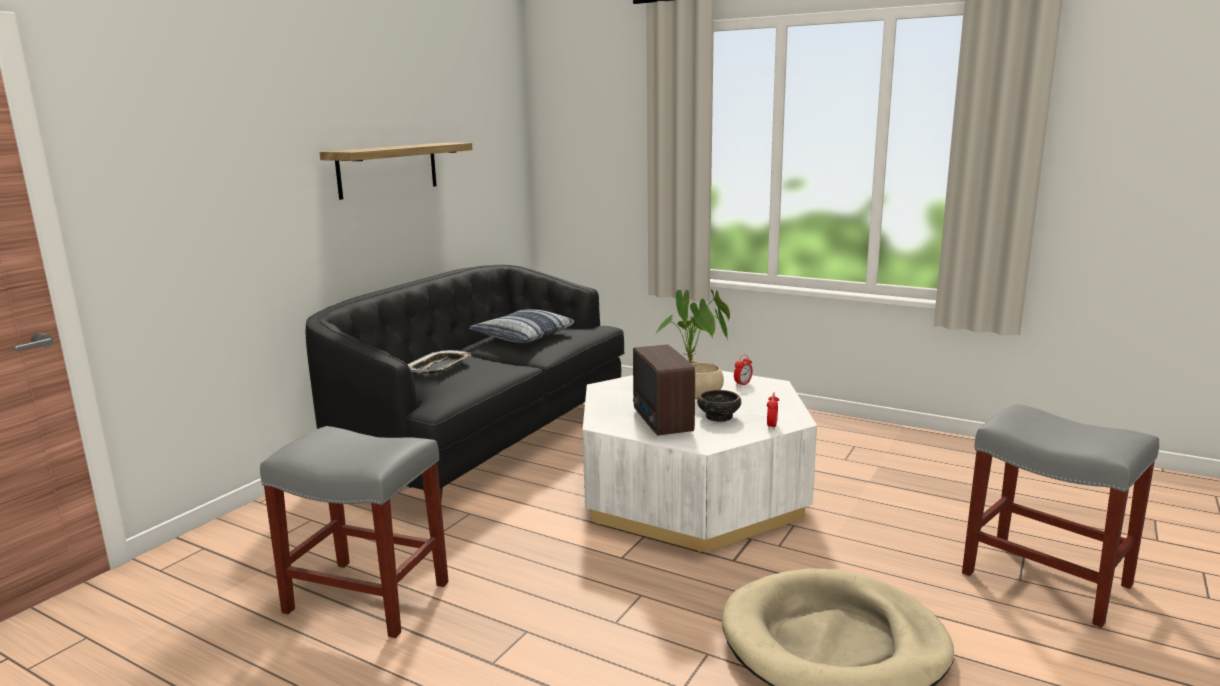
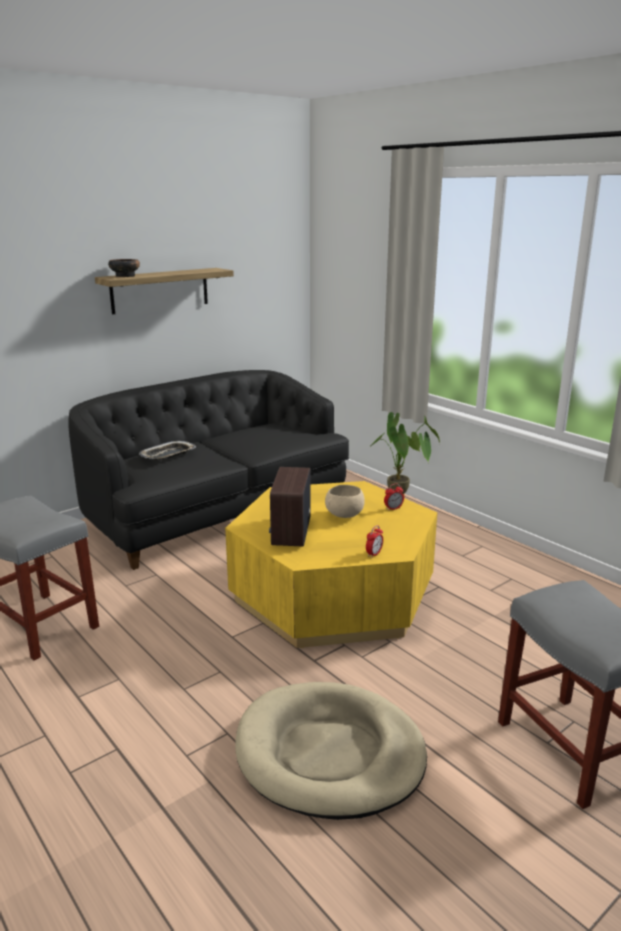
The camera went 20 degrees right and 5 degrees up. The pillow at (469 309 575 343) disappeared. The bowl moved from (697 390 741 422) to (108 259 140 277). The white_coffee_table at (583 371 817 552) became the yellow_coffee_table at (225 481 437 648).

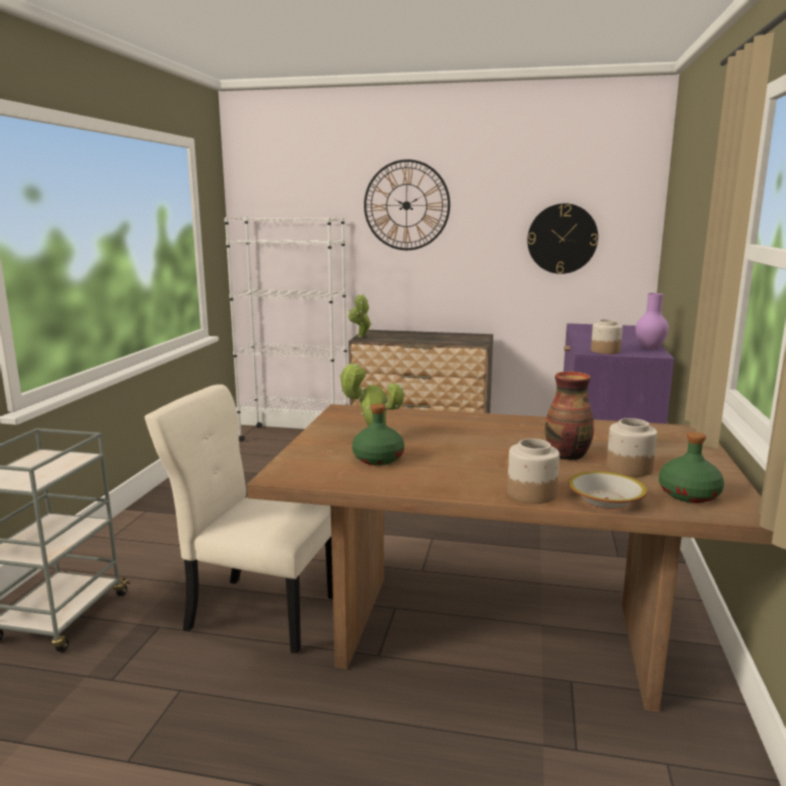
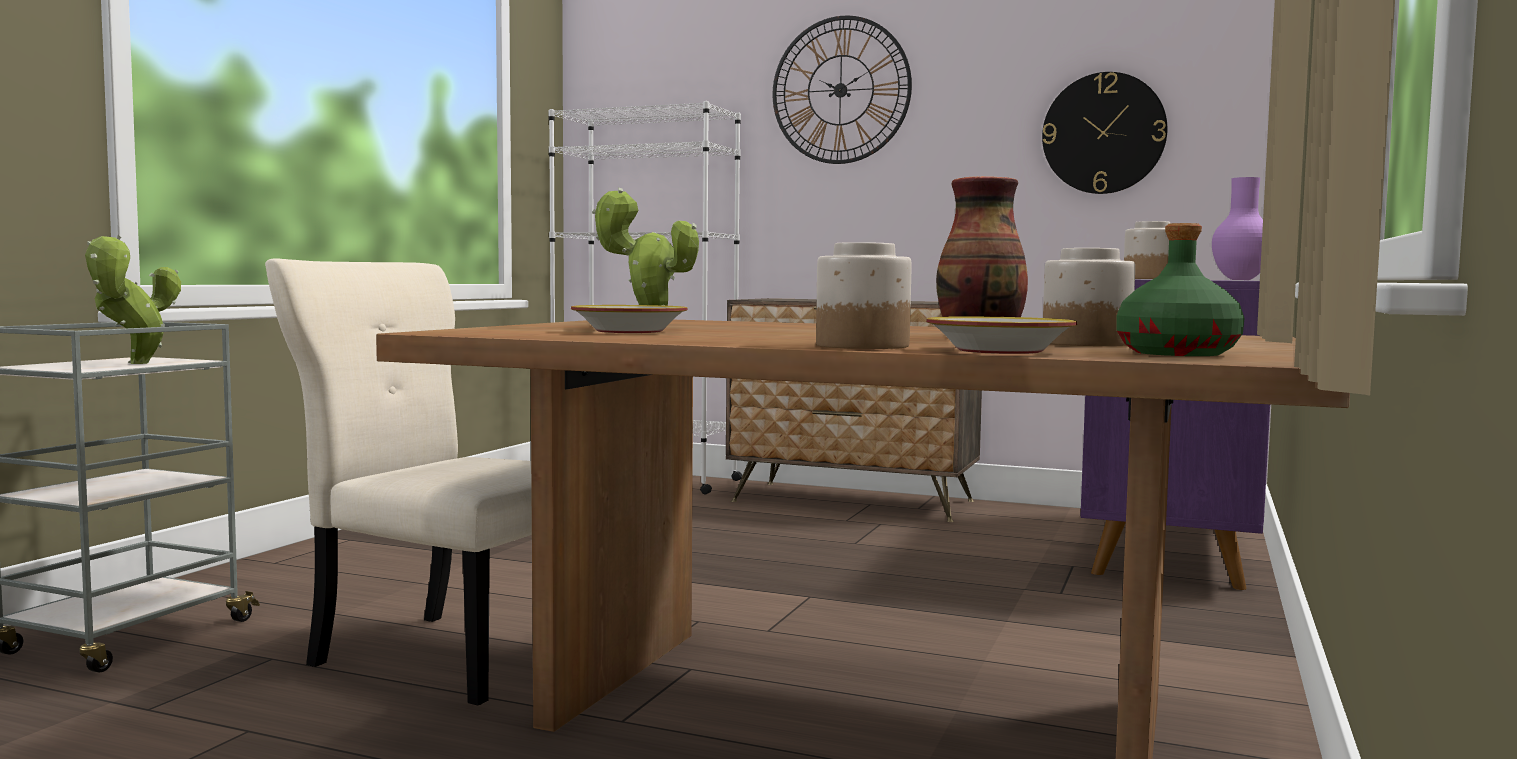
The camera went 10 degrees right and 10 degrees down. The potted_plant moved from (348 294 372 337) to (85 235 181 364). The green_bottle at (352 404 404 465) was replaced by the bowl at (571 305 688 333).

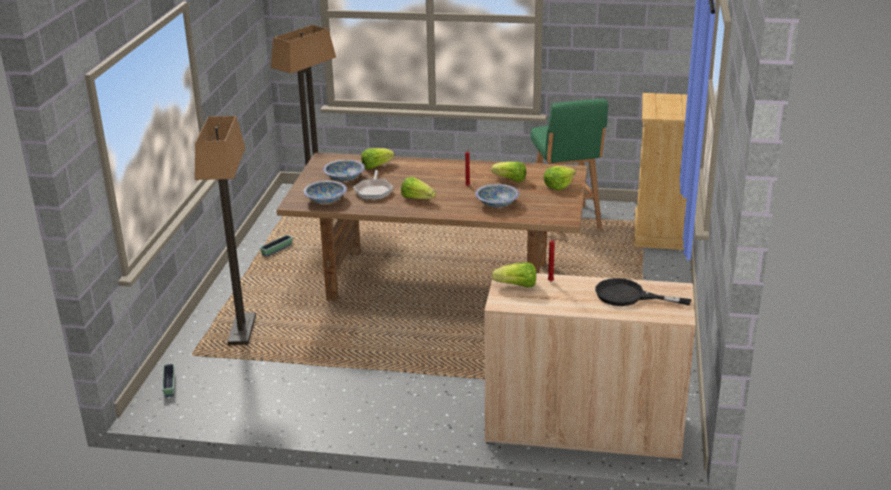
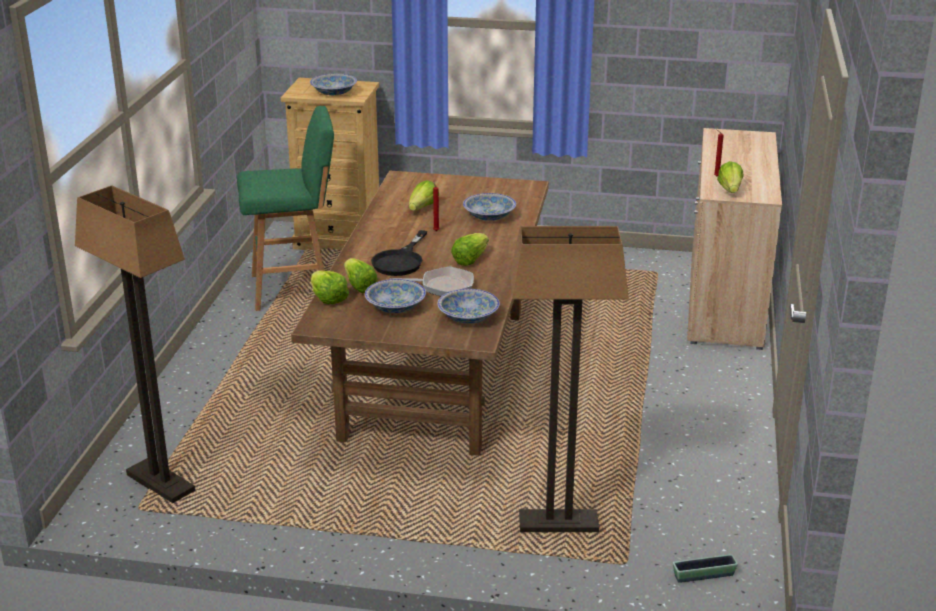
The camera went 90 degrees left and 0 degrees up. The planter at (260 235 293 257) disappeared. The bowl at (310 74 357 95) appeared. The lettuce moved from (543 166 576 190) to (311 270 349 304). The black_frying_pan moved from (595 278 691 306) to (371 230 427 276).

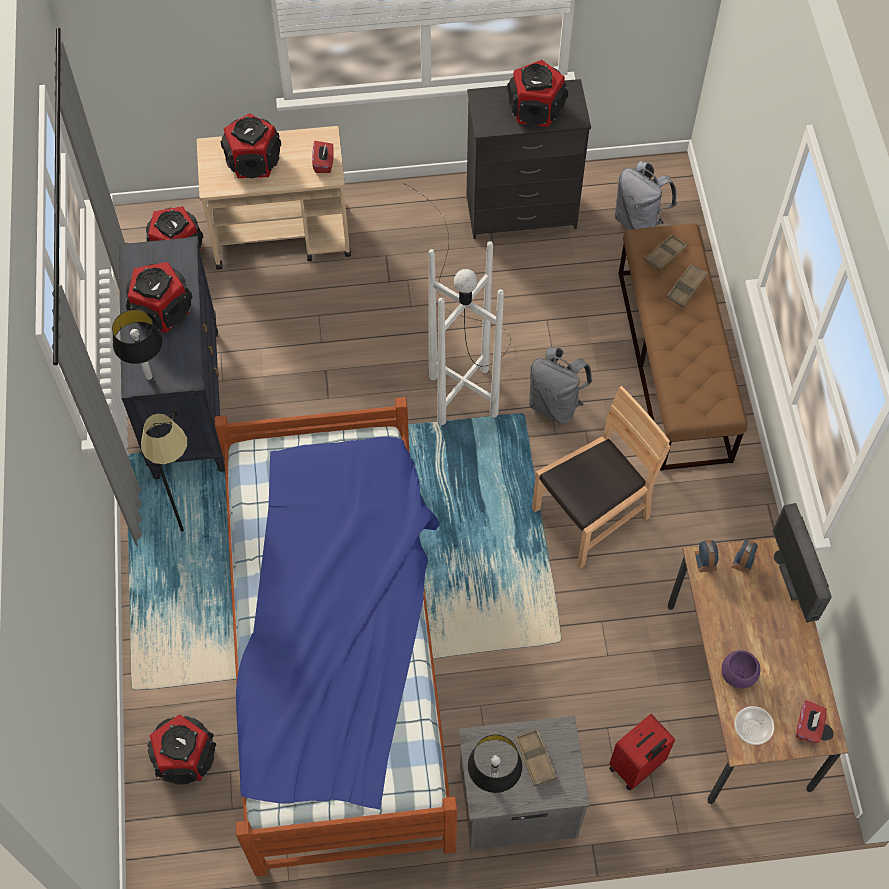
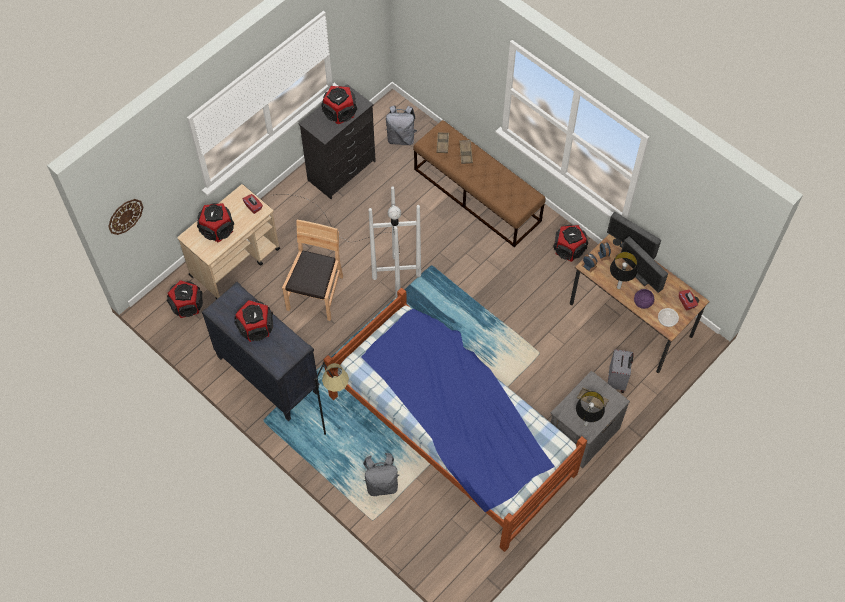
The camera went 40 degrees left and 0 degrees up. The wall_clock at (108 199 144 235) appeared. The monitor at (621 236 668 293) appeared. The table_lamp moved from (112 310 163 380) to (610 252 638 289). The speaker moved from (148 714 216 785) to (553 225 588 262). The grey_backpack moved from (529 347 592 424) to (363 453 399 496). The brown_chair moved from (532 386 671 569) to (282 220 343 321). The red_suitcase at (609 714 675 791) became the grey_suitcase at (608 349 634 393).

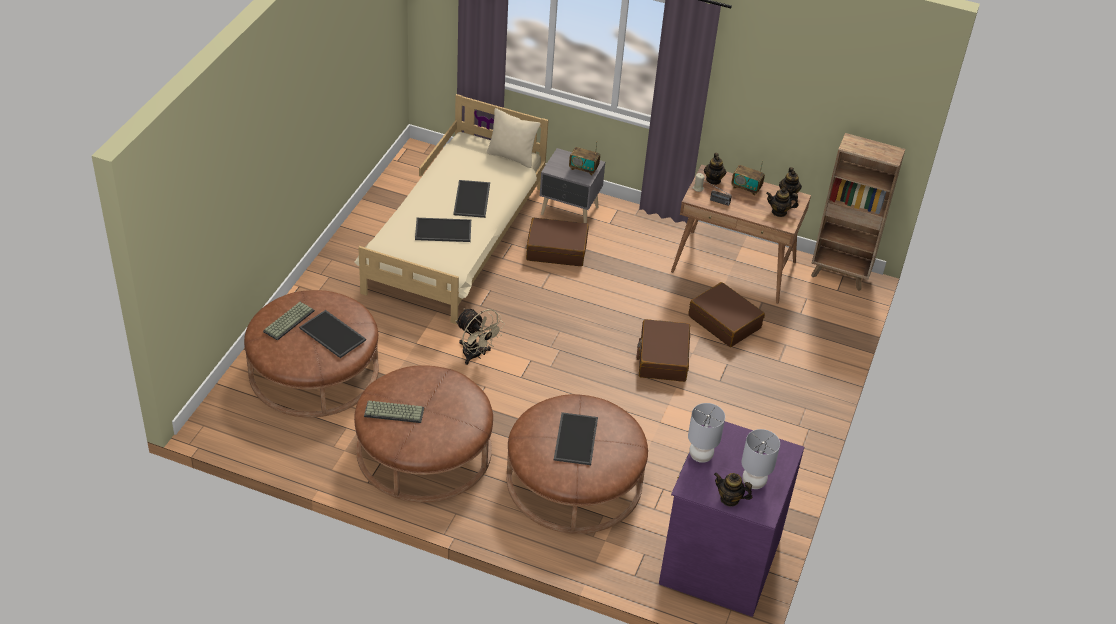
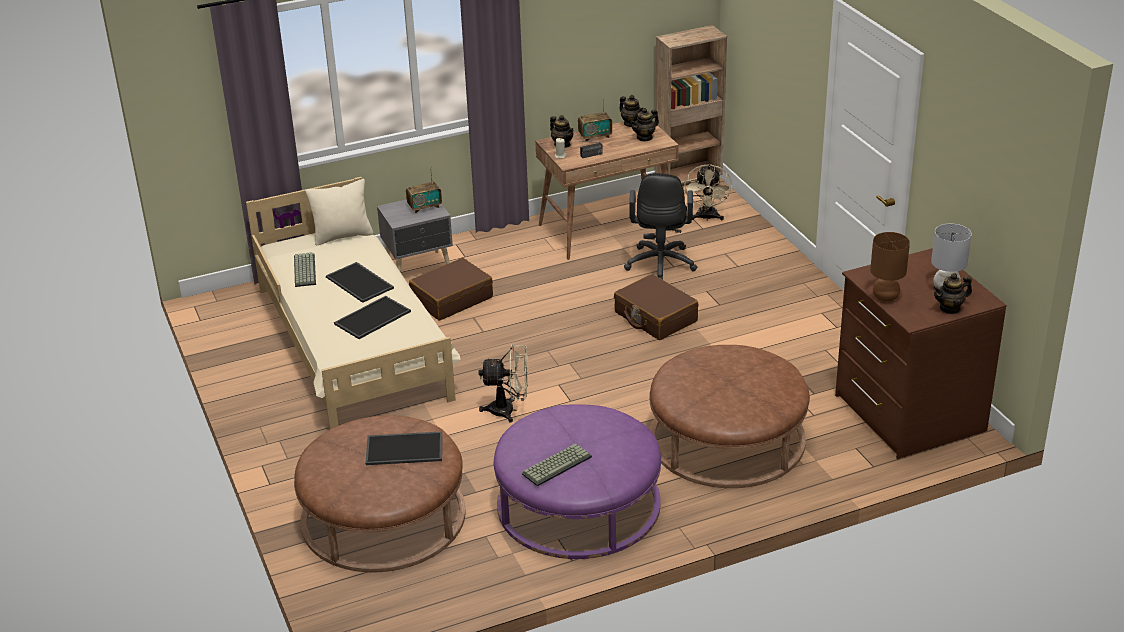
The camera went 40 degrees left and 10 degrees down. The tray at (554 412 598 465) disappeared. The beige_fan at (684 164 732 221) appeared. The keyboard moved from (263 302 315 341) to (294 252 316 287). The brown_suitcase at (688 282 765 347) was replaced by the black_office_chair at (624 173 697 280). The brown_ottoman at (354 365 493 502) became the purple_ottoman at (494 404 661 559). The purple_dresser at (659 422 804 617) became the brown_dresser at (835 248 1007 459). The grey_table_lamp at (688 403 725 463) became the brown_table_lamp at (870 232 910 302).

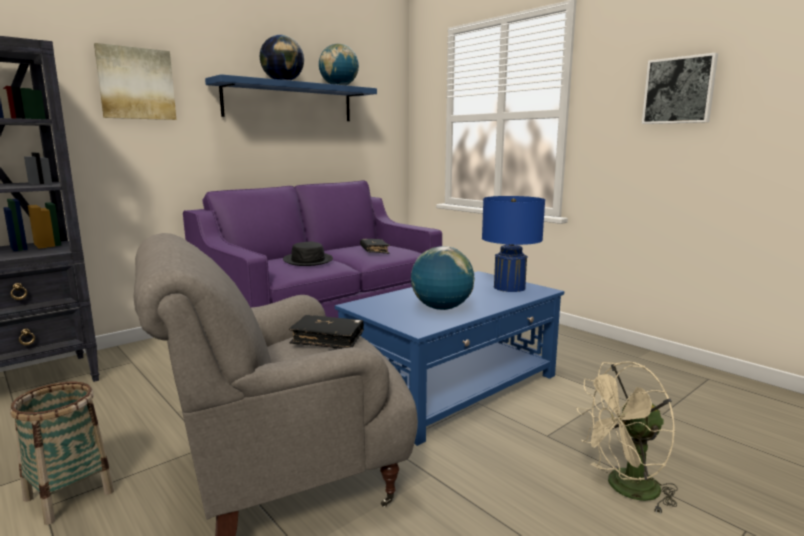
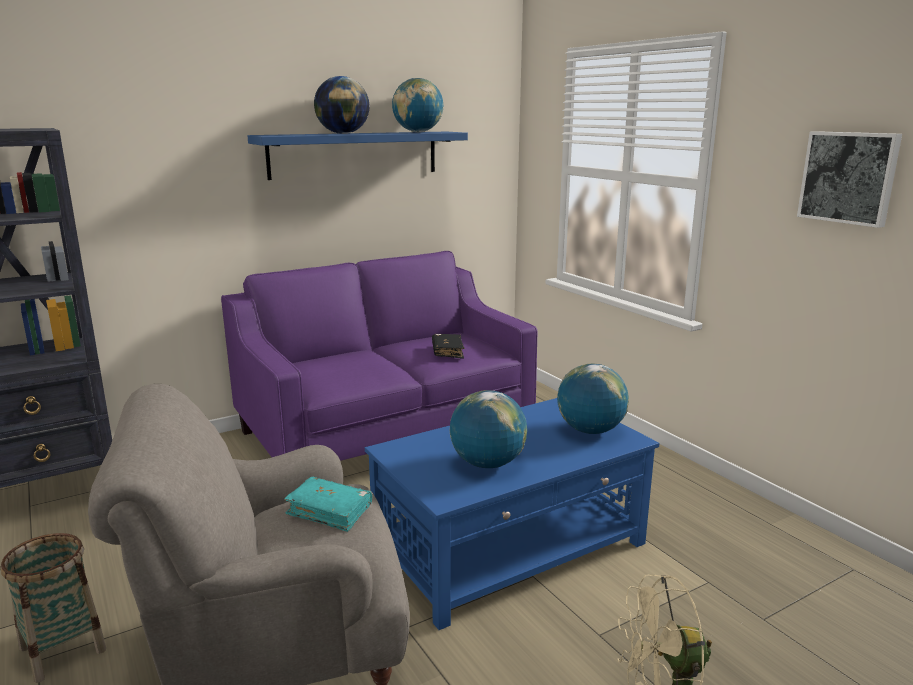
The camera went 10 degrees right and 5 degrees up. The picture at (94 43 176 120) disappeared. The black_hat at (283 242 333 266) disappeared. The blue_table_lamp at (482 196 545 292) was replaced by the globe at (557 364 629 434). The black_book at (289 315 364 349) became the turquoise_book at (284 477 372 532).

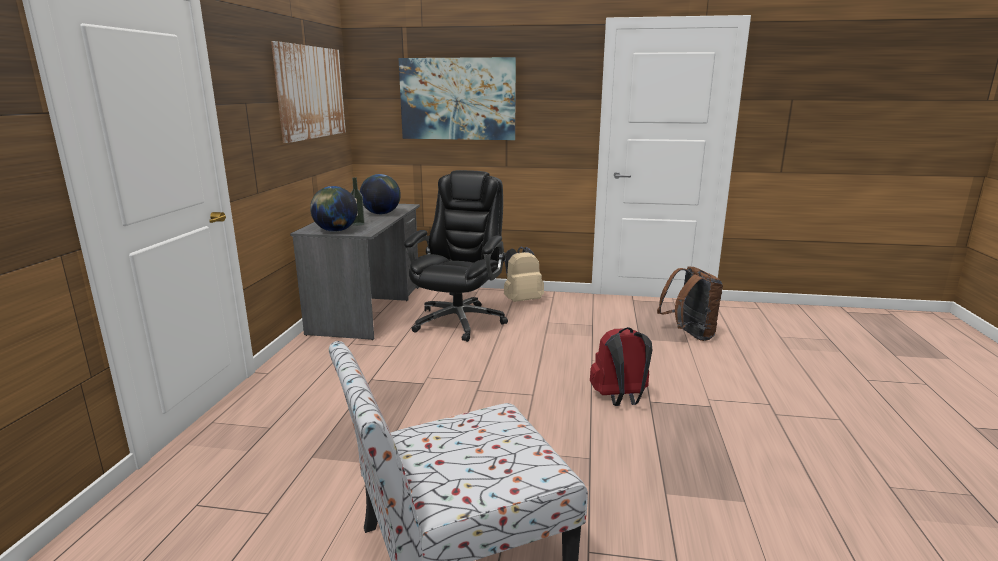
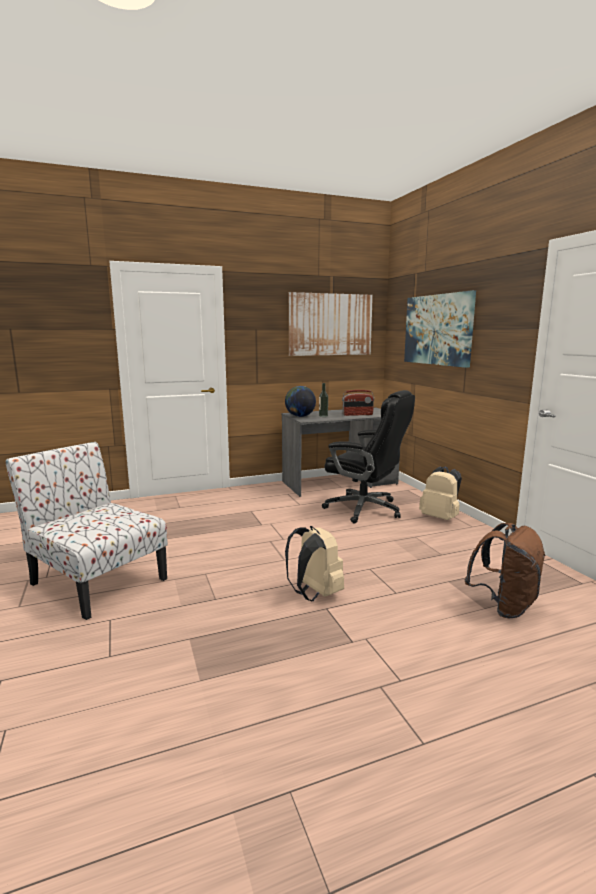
The camera went 60 degrees right and 5 degrees down. The globe at (360 174 401 214) was replaced by the radio at (342 390 374 416). The red_backpack at (590 327 653 406) became the beige_backpack at (285 526 344 601). The black_office_chair at (404 170 508 342) turned 45 degrees clockwise.

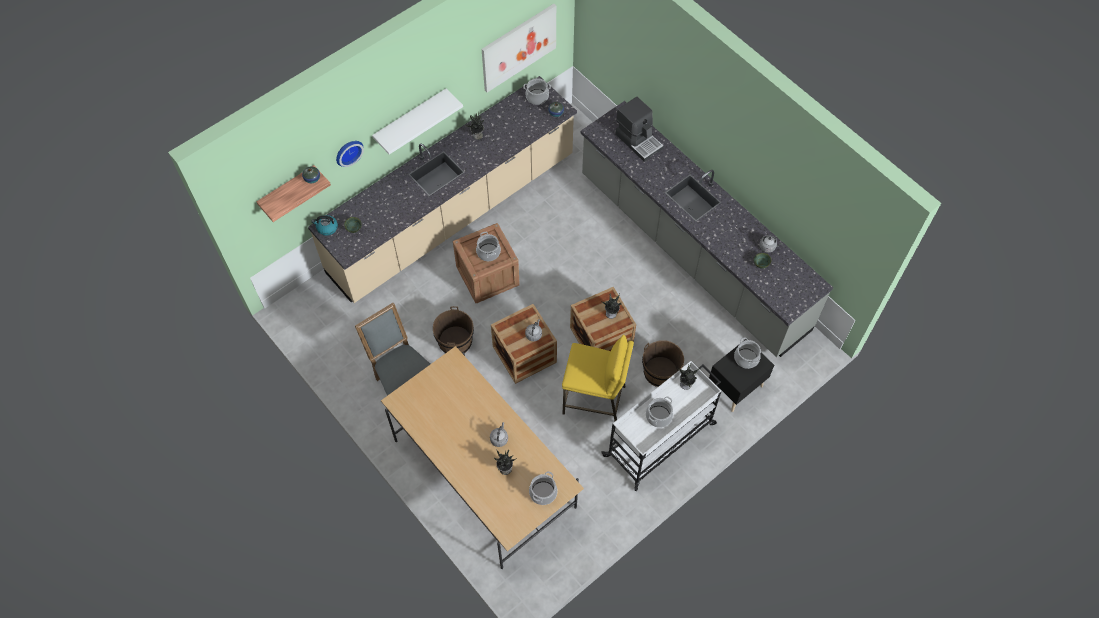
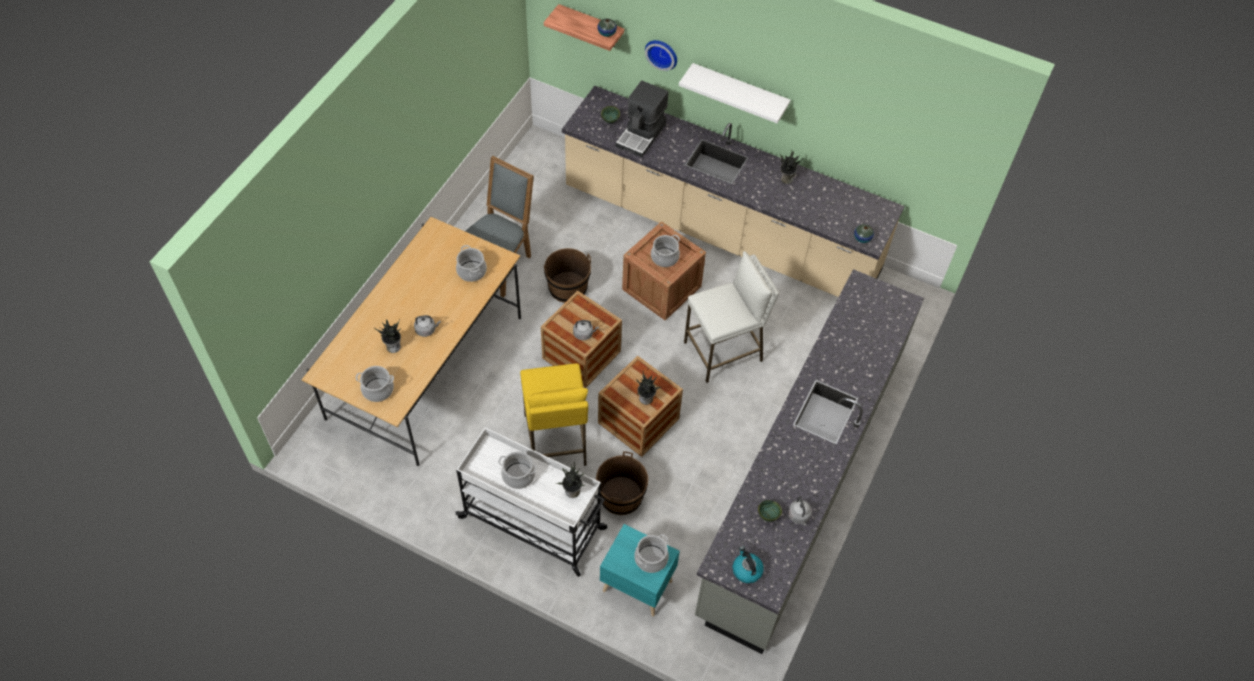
The camera went 65 degrees right and 5 degrees down. The picture at (482 4 556 92) disappeared. The white_stool at (684 251 779 383) appeared. The kettle moved from (311 215 338 236) to (733 546 764 583). The cooking_pot moved from (523 78 551 105) to (456 245 487 282). The coffee_machine moved from (615 97 664 162) to (616 80 668 157). The black_nightstand at (709 339 774 412) became the turquoise_nightstand at (600 524 680 617).

